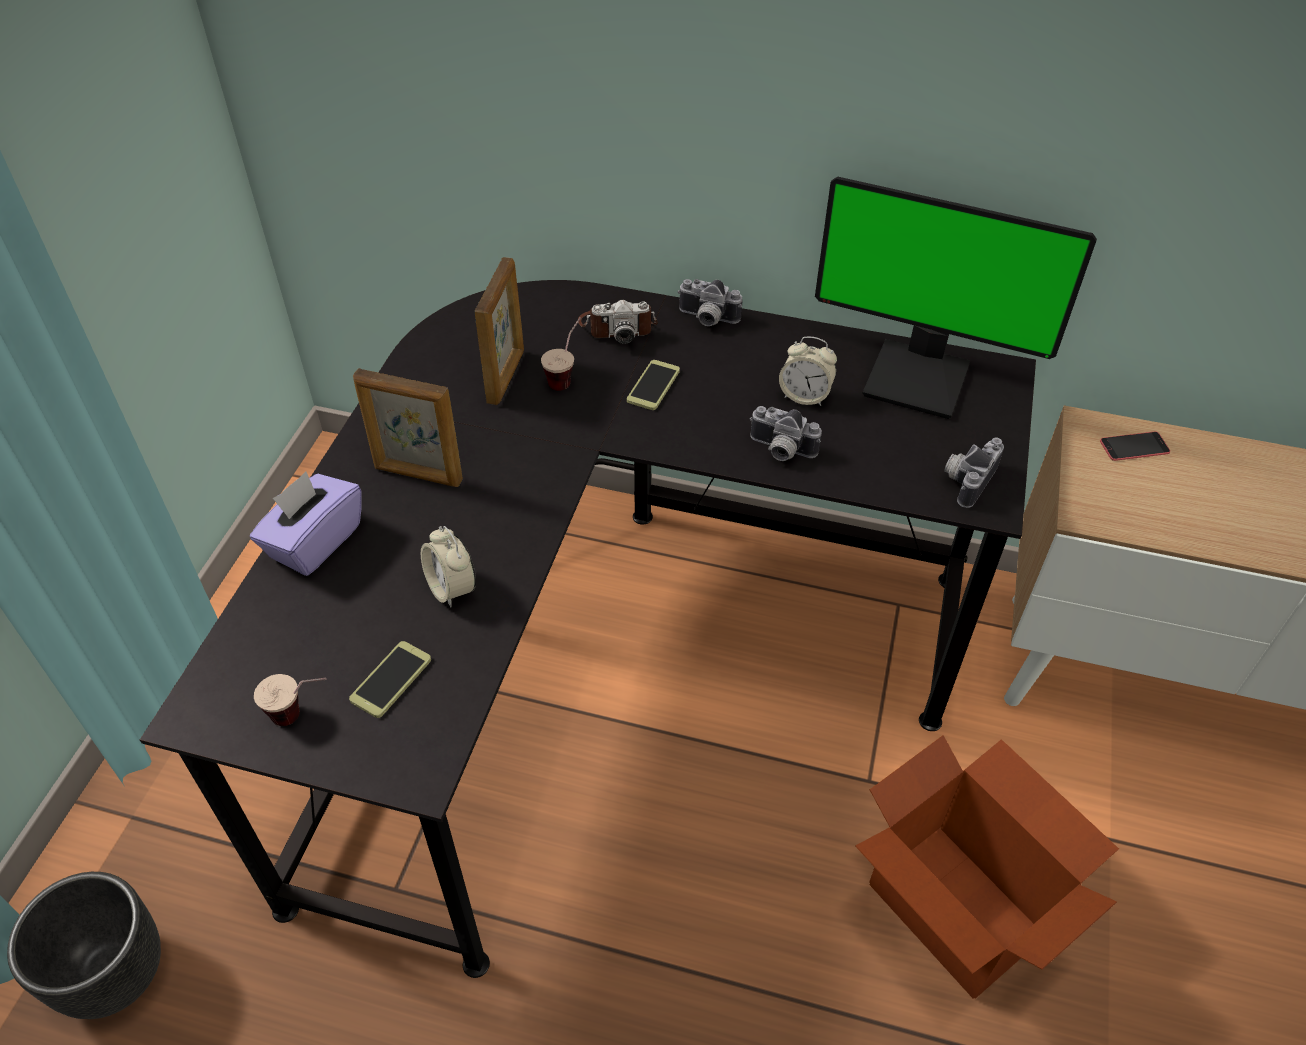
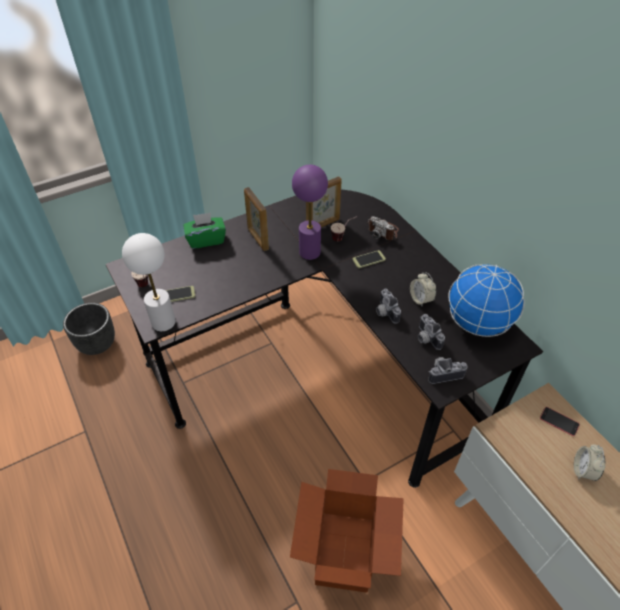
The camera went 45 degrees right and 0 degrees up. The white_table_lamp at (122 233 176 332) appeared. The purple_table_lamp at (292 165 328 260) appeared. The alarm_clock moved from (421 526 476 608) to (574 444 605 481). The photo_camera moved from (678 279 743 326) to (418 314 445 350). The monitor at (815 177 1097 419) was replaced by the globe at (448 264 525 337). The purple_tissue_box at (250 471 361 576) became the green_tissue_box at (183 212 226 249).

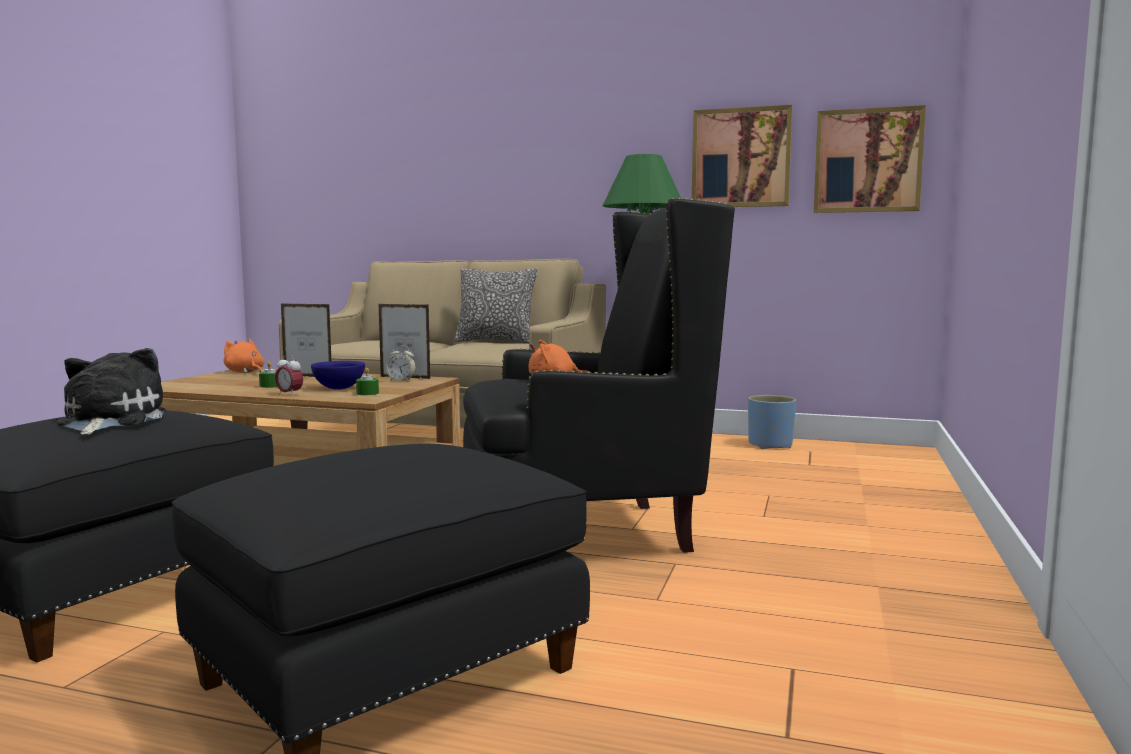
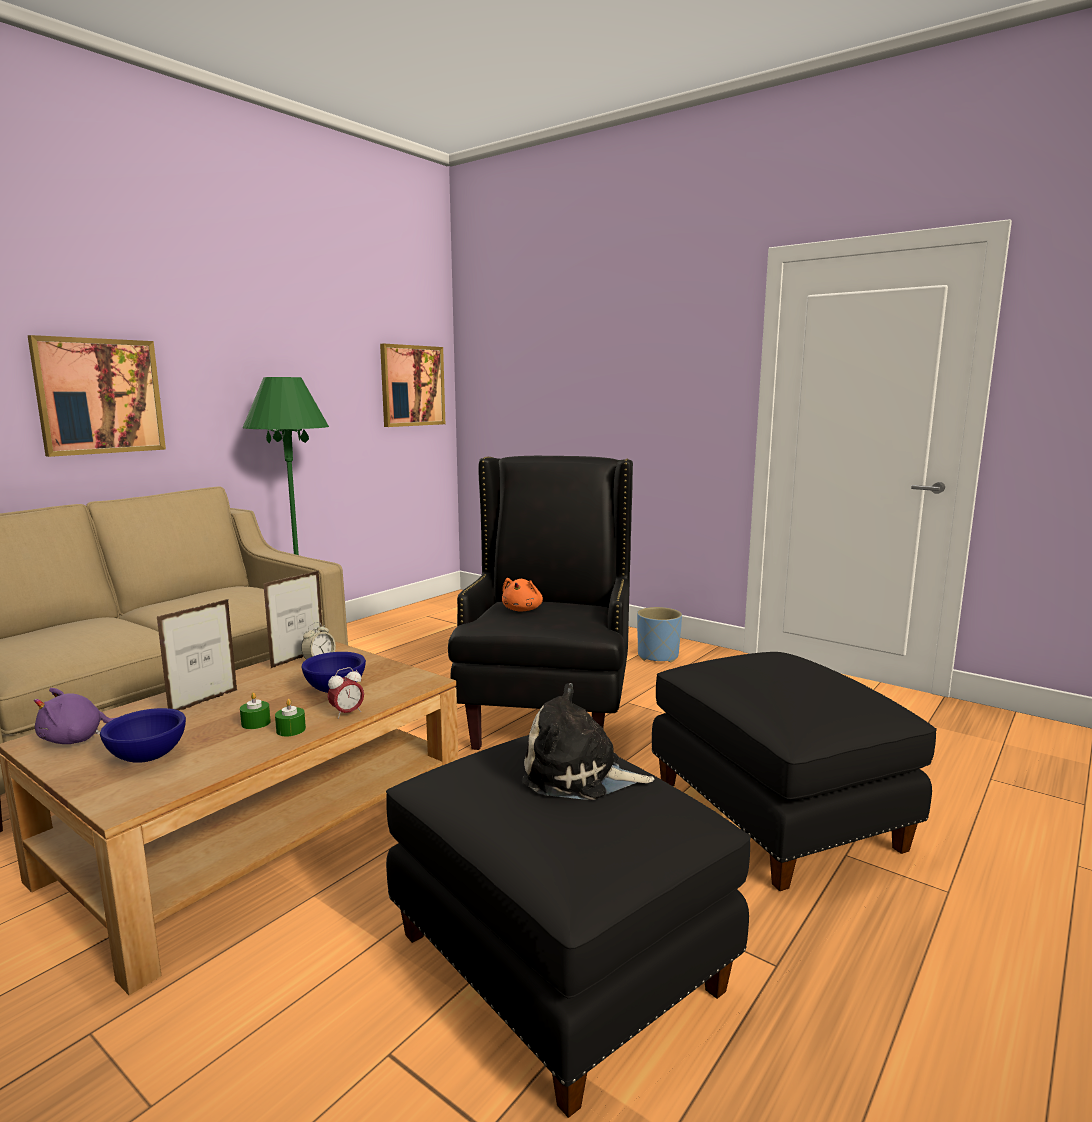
The camera went 70 degrees left and 5 degrees up. The pillow at (454 268 537 344) disappeared. The blue_bowl at (100 708 186 763) appeared. The green_candle moved from (356 368 379 395) to (275 699 306 736). The picture moved from (692 105 792 207) to (28 335 166 457). The blue_planter moved from (748 395 796 449) to (637 607 682 663). The orange_plush_toy at (224 338 264 373) became the purple_plush_toy at (34 688 118 744).

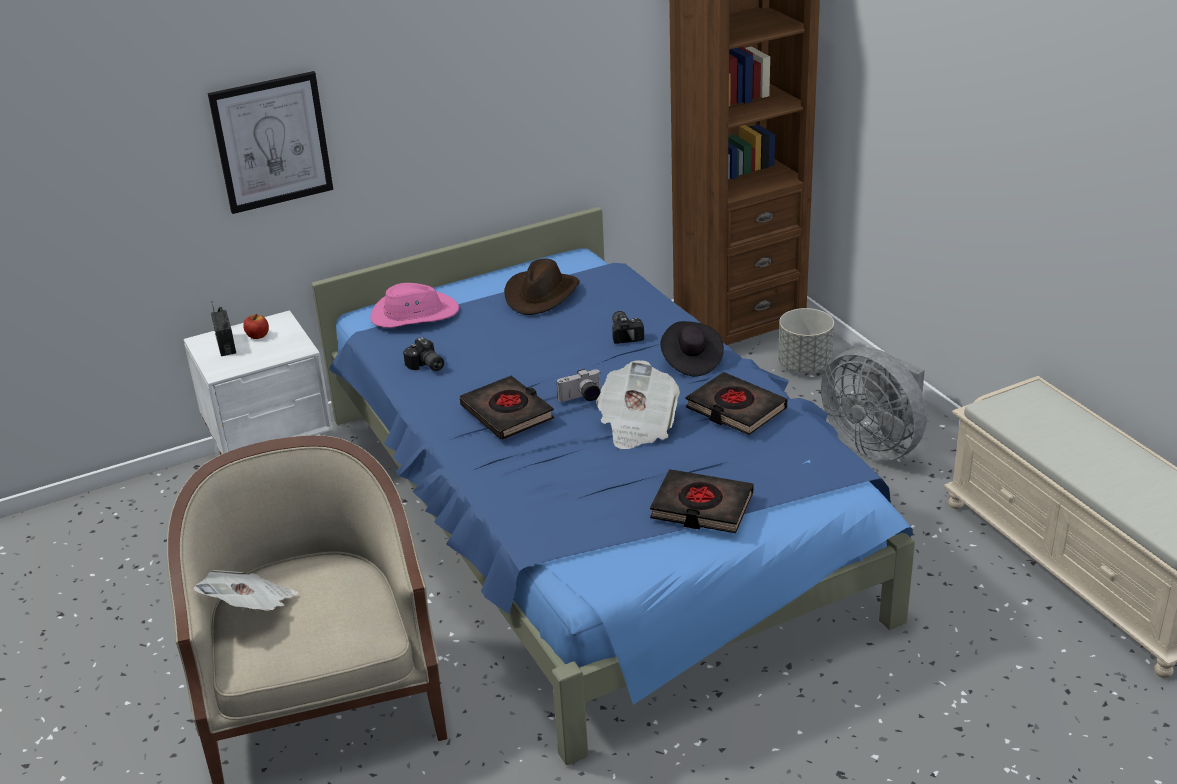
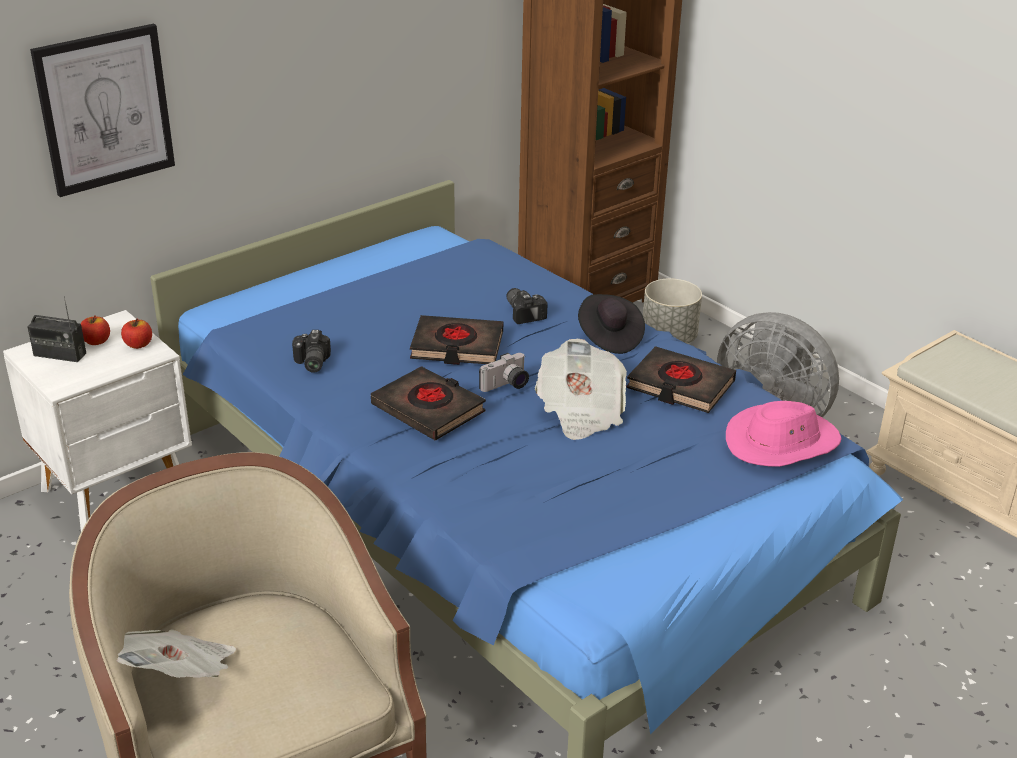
The camera went 15 degrees left and 0 degrees up. The brown_hat at (504 259 580 315) disappeared. The apple at (121 319 152 349) appeared. The pink_hat moved from (370 283 459 328) to (726 401 842 467). The black_book moved from (650 469 754 533) to (410 315 503 365). The radio at (211 301 236 356) turned 45 degrees counterclockwise. The photo_camera at (403 337 444 371) turned 45 degrees clockwise.

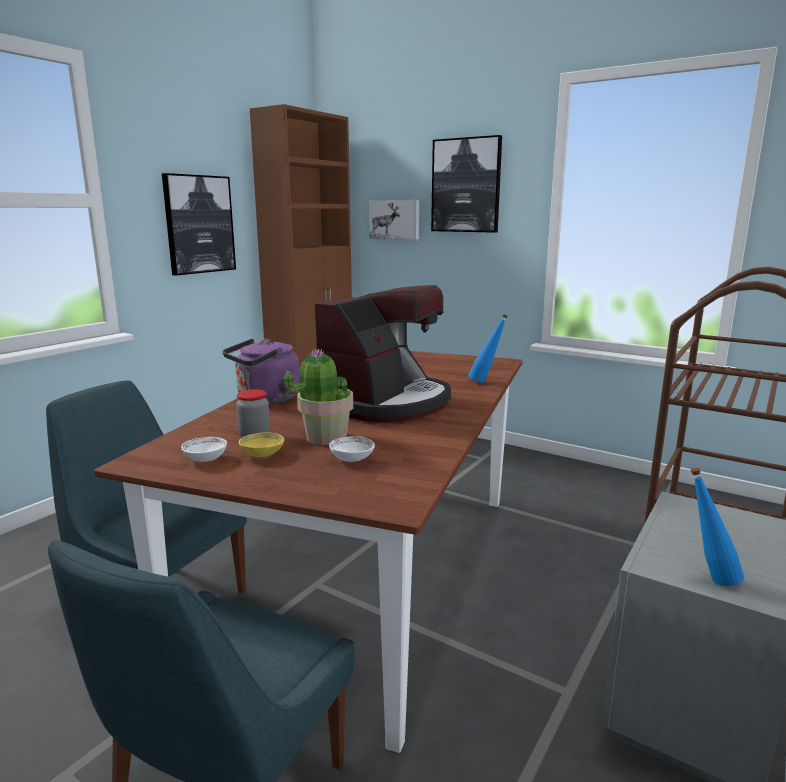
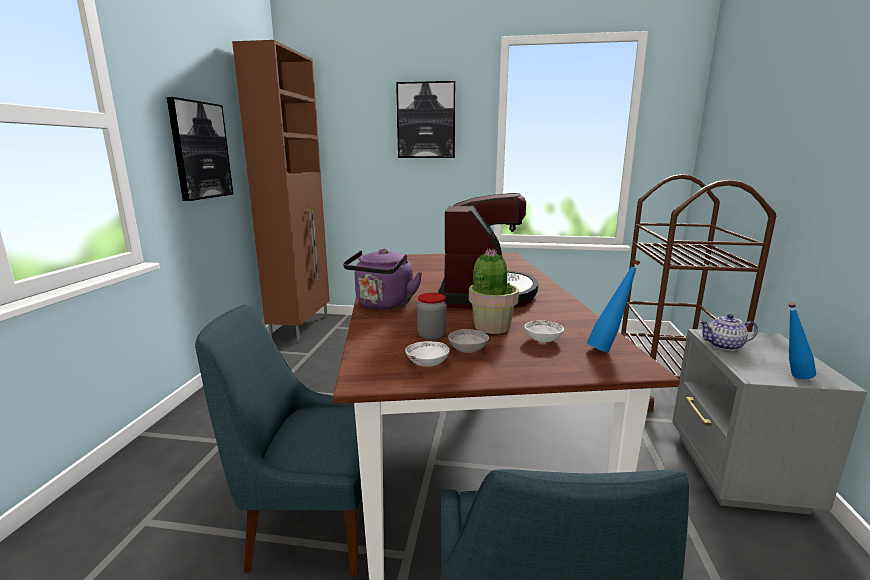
The camera went 25 degrees left and 0 degrees up. The picture at (369 200 419 241) disappeared. The teapot at (699 314 758 351) appeared. The blue_bottle moved from (468 314 508 383) to (587 259 640 352). The yellow_bowl at (239 432 284 457) became the grey_bowl at (448 329 489 353).

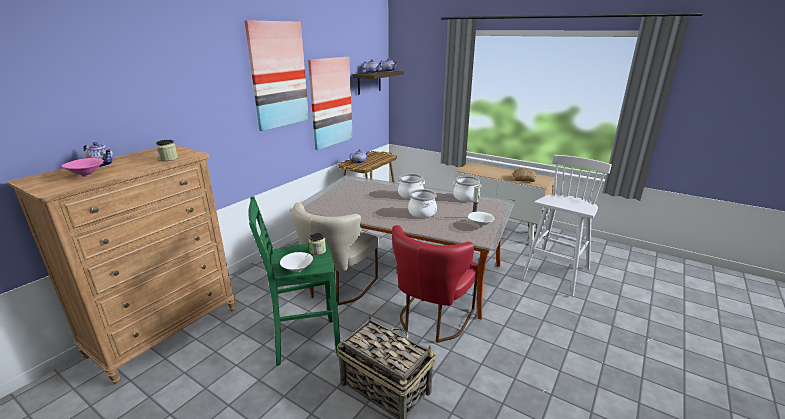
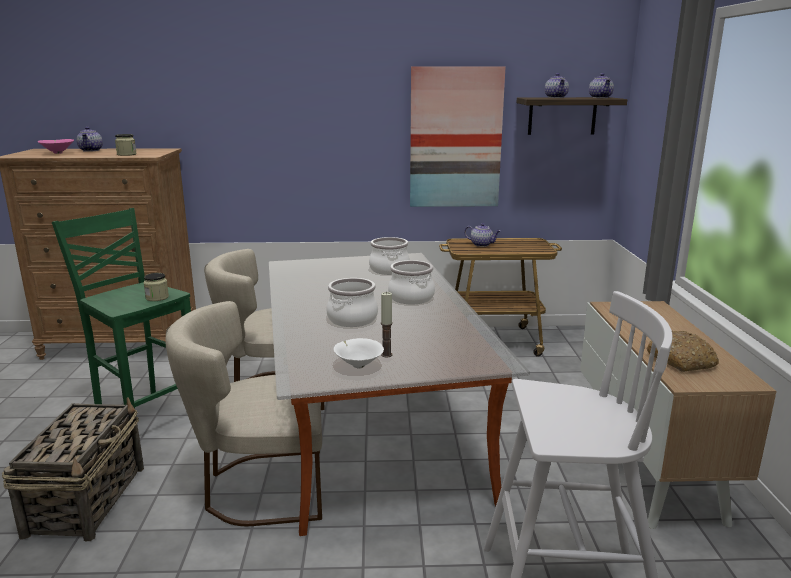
The camera went 55 degrees right and 5 degrees down. The picture at (245 20 309 131) disappeared. The white_bowl at (280 252 313 273) disappeared. The cooking_pot moved from (453 176 482 202) to (369 237 410 275). The red_chair at (392 225 478 343) became the beige_chair at (165 301 322 526).

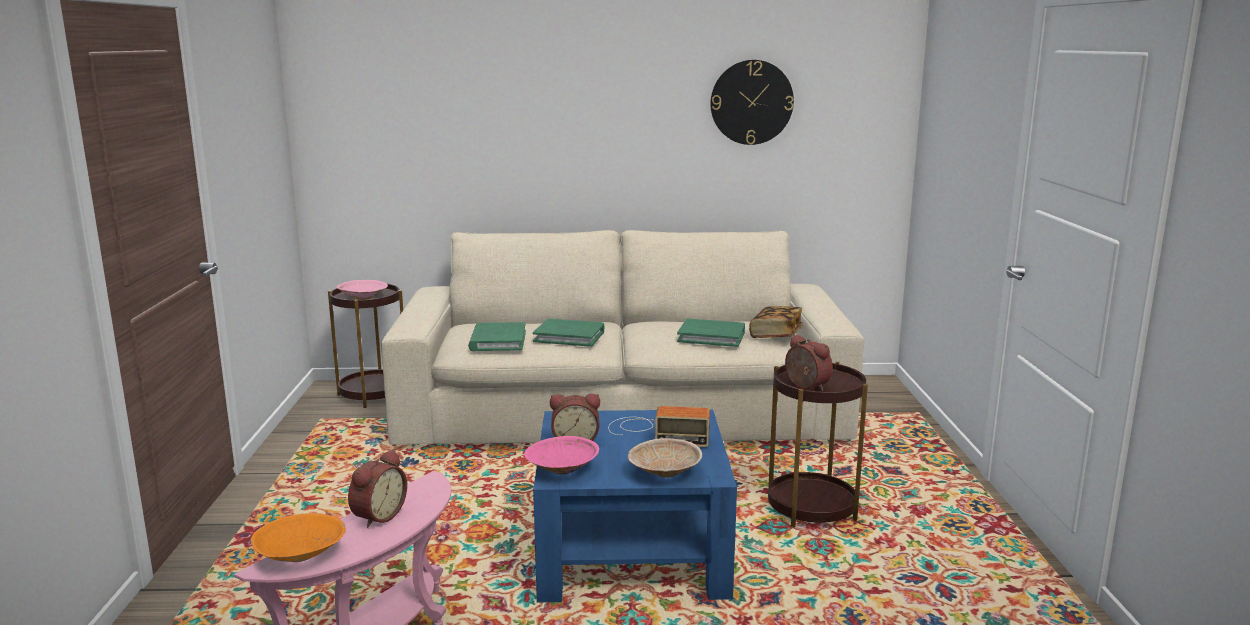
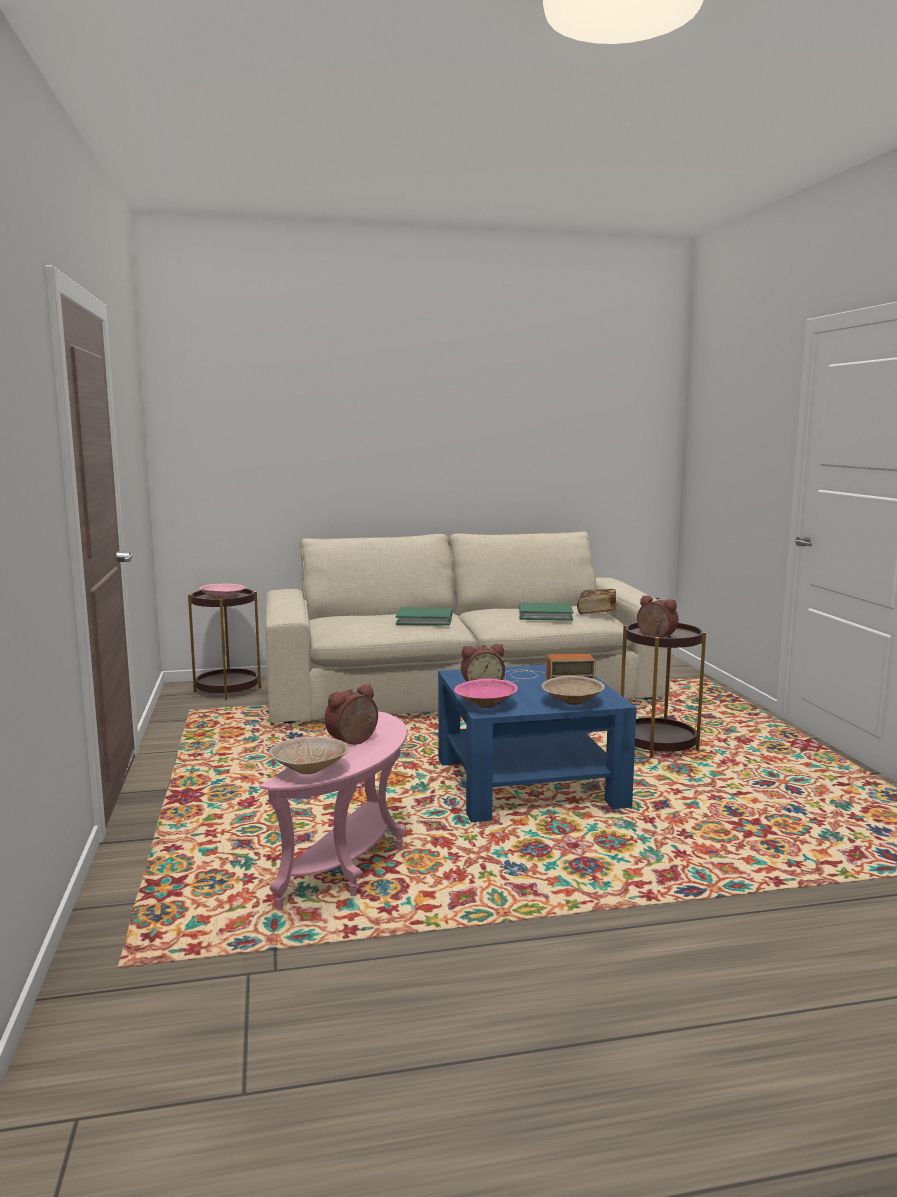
The camera went 10 degrees left and 5 degrees down. The green_book at (468 322 526 351) disappeared. The wall_clock at (711 60 794 145) disappeared. The orange_bowl at (251 513 346 562) became the beige_bowl at (269 737 349 774). The alarm_clock at (348 450 407 528) turned 150 degrees counterclockwise.

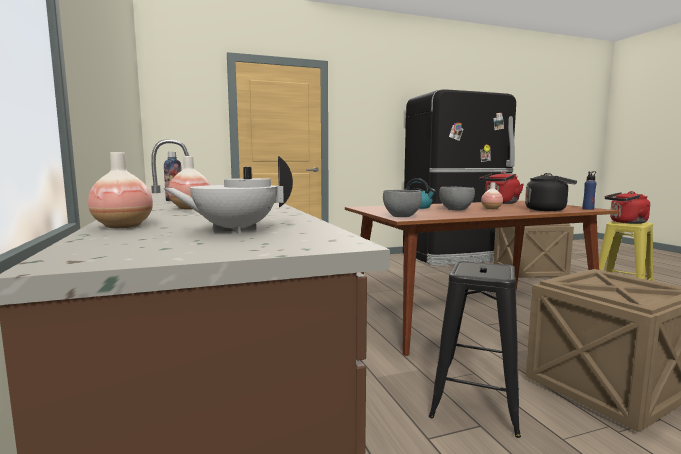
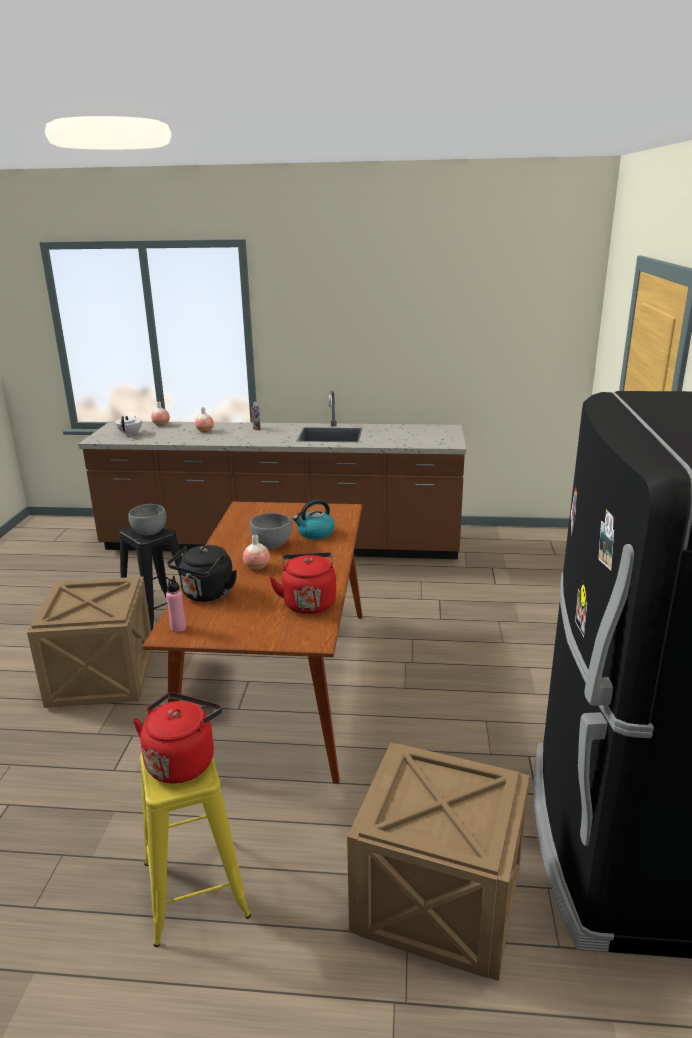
The camera went 115 degrees right and 15 degrees up. The grey_bowl moved from (383 190 422 217) to (128 504 166 536). The blue_bottle at (582 171 596 210) became the pink_bottle at (166 576 186 632).

